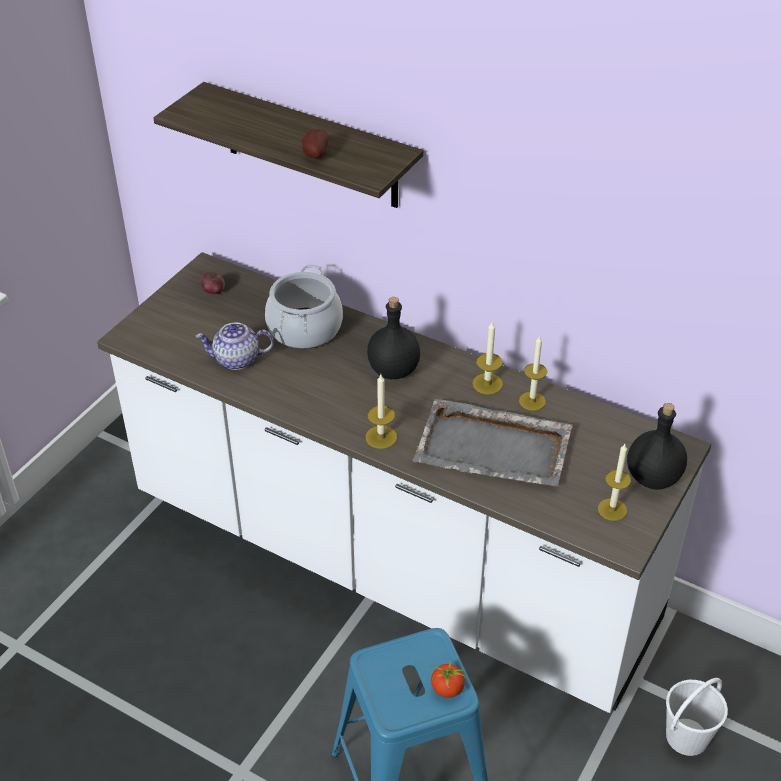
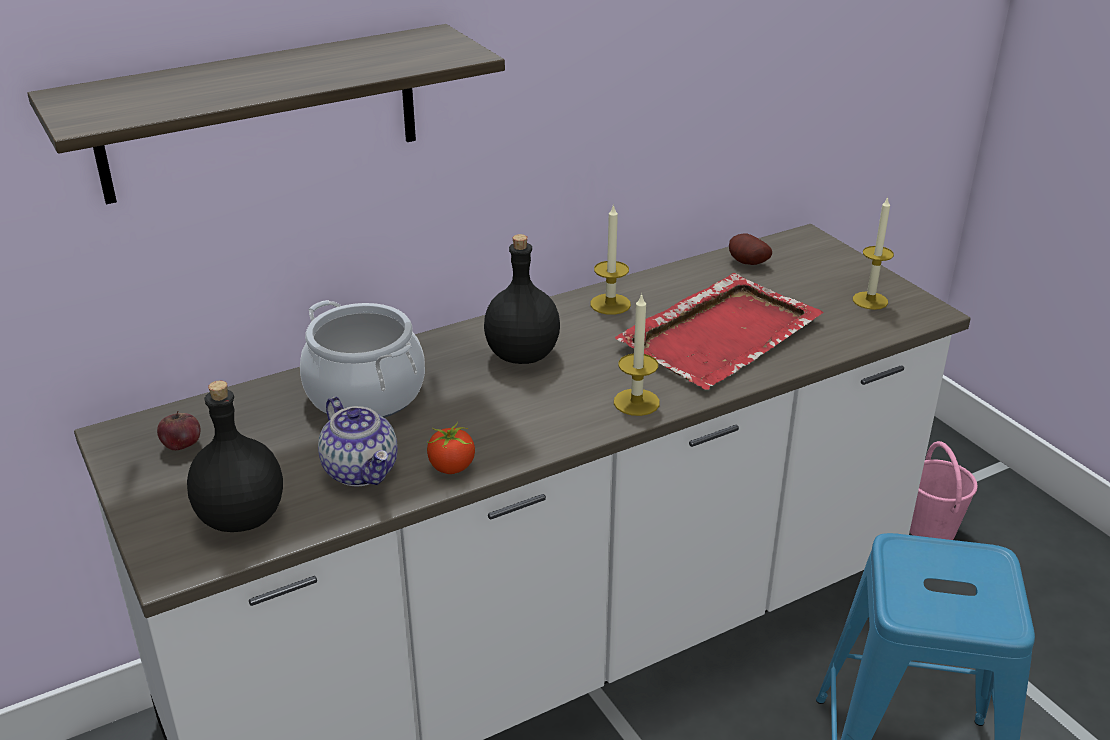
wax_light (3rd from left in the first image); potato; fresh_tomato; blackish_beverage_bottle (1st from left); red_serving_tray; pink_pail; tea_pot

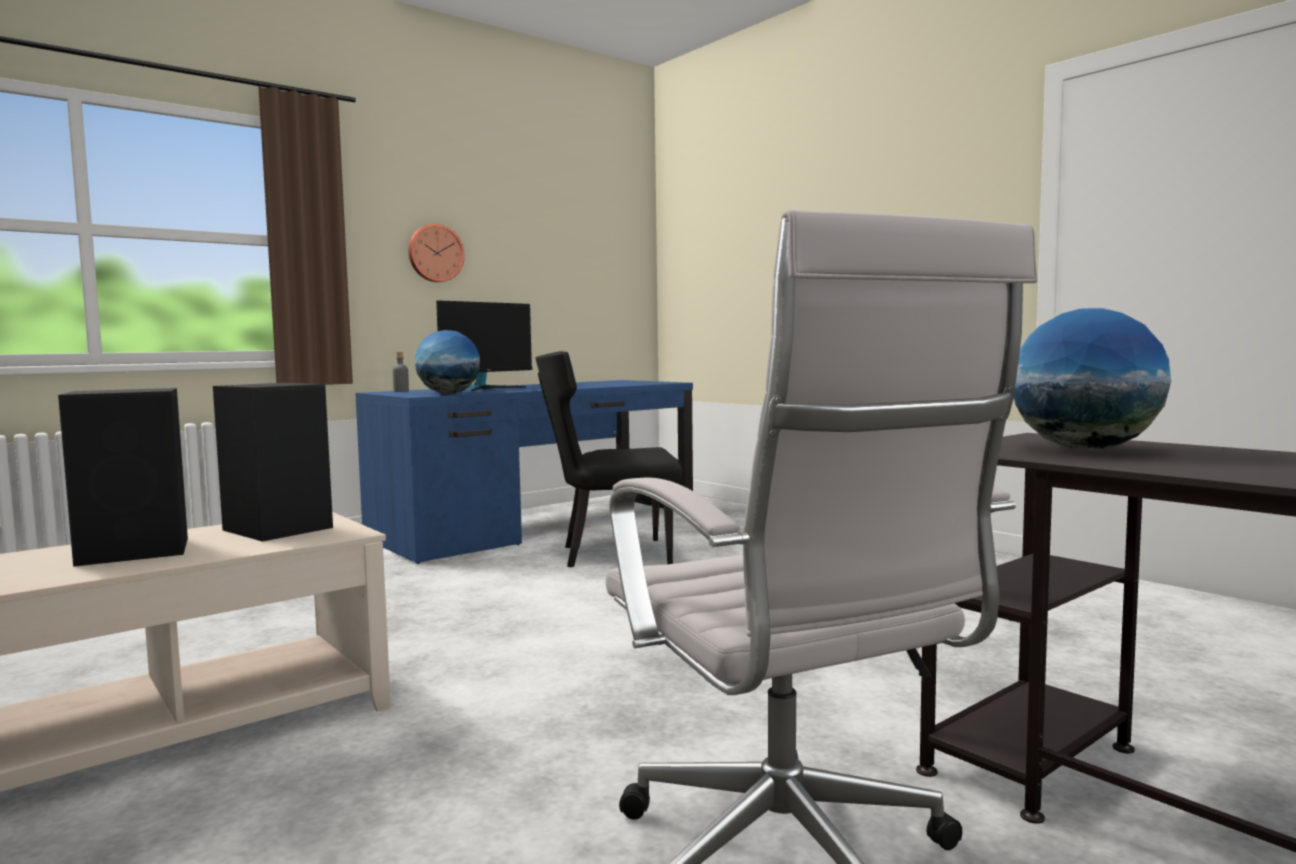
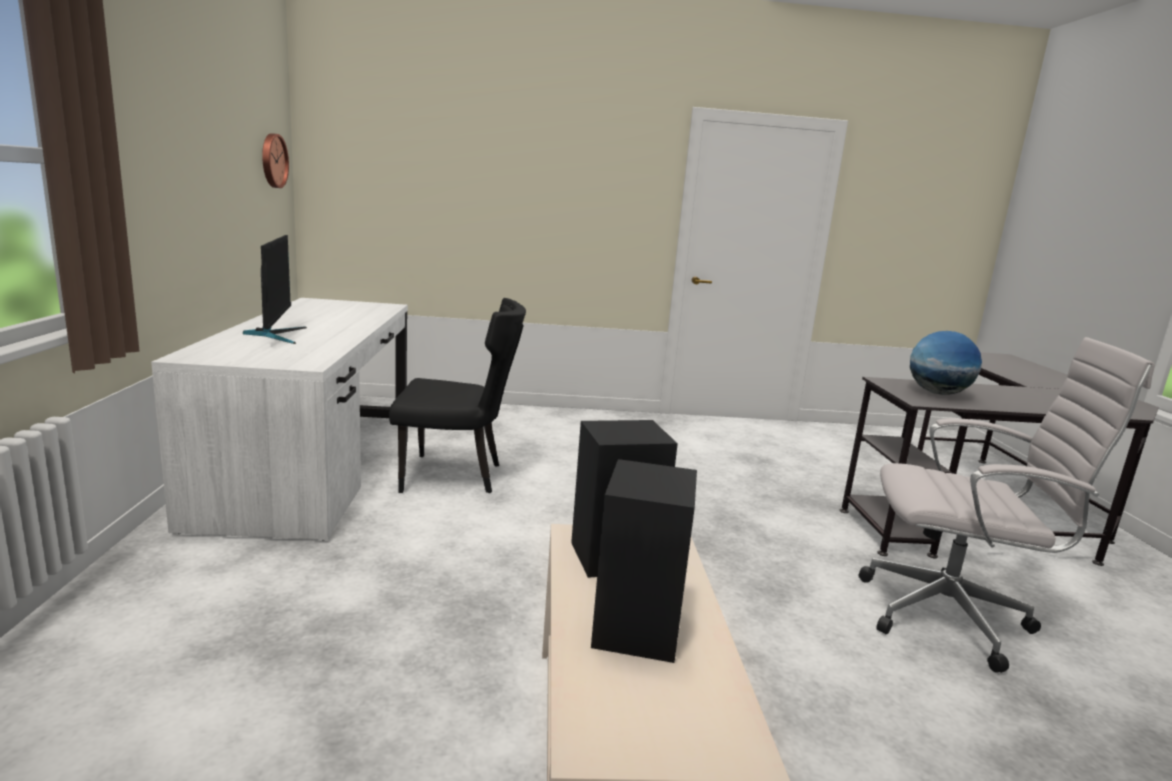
greyish_beverage_bottle; desk_globe (1st from left in the first image); wall_clock; whitish_desk_table; blackish_upright_chair

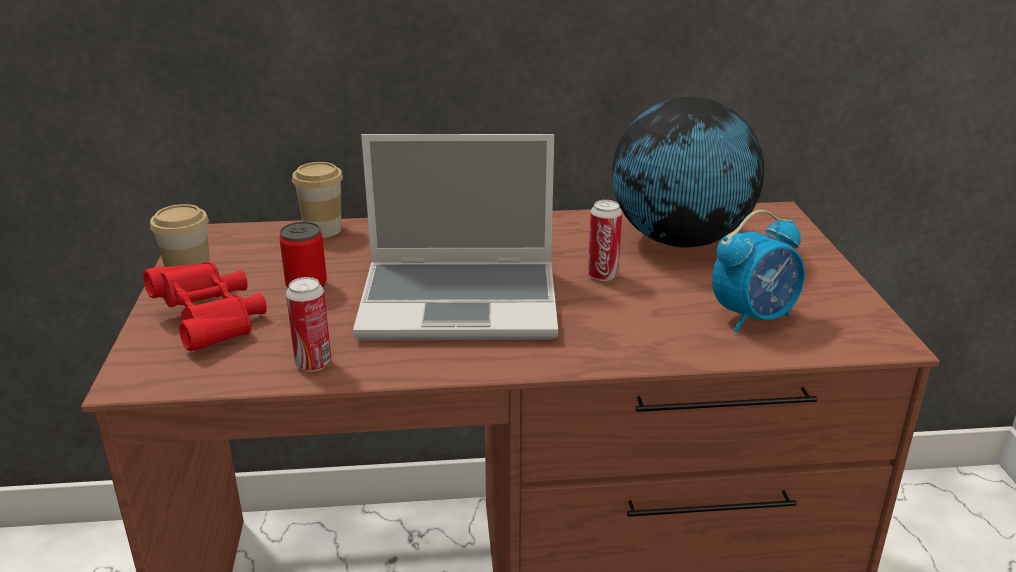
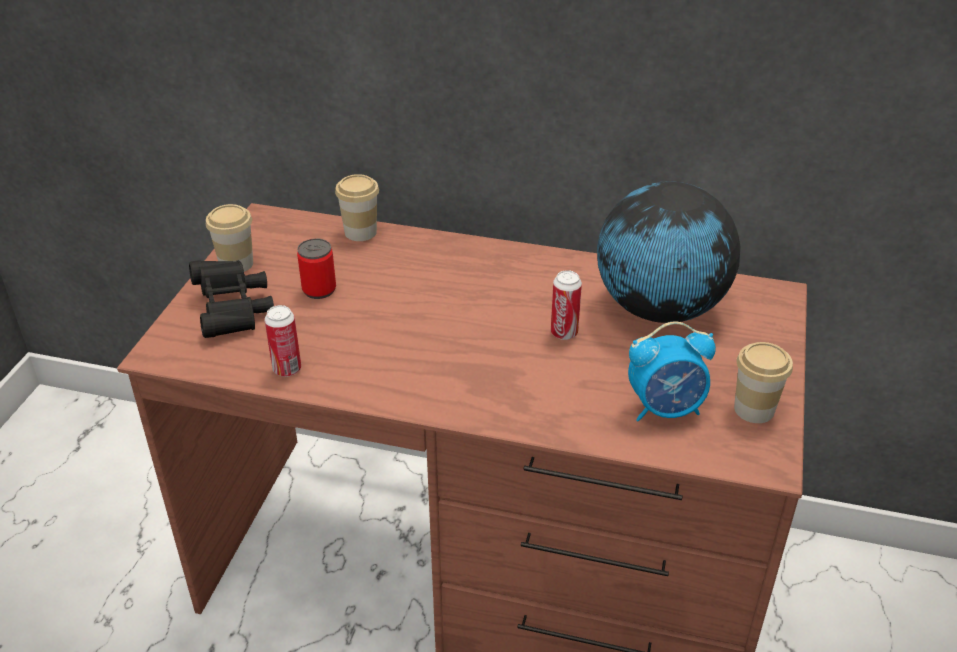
portable_computer; cup (3rd from left); blackish_field_glasses

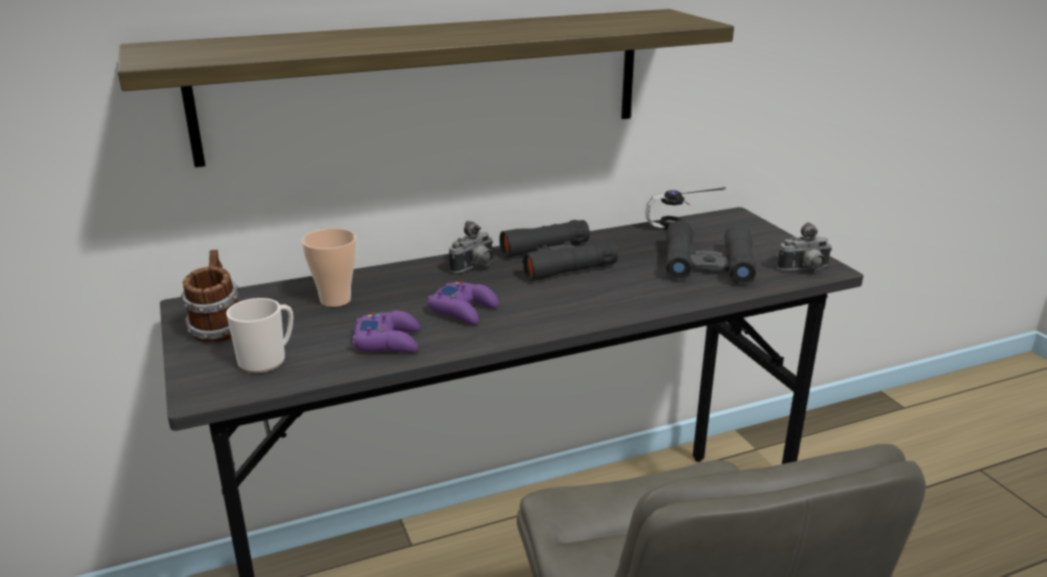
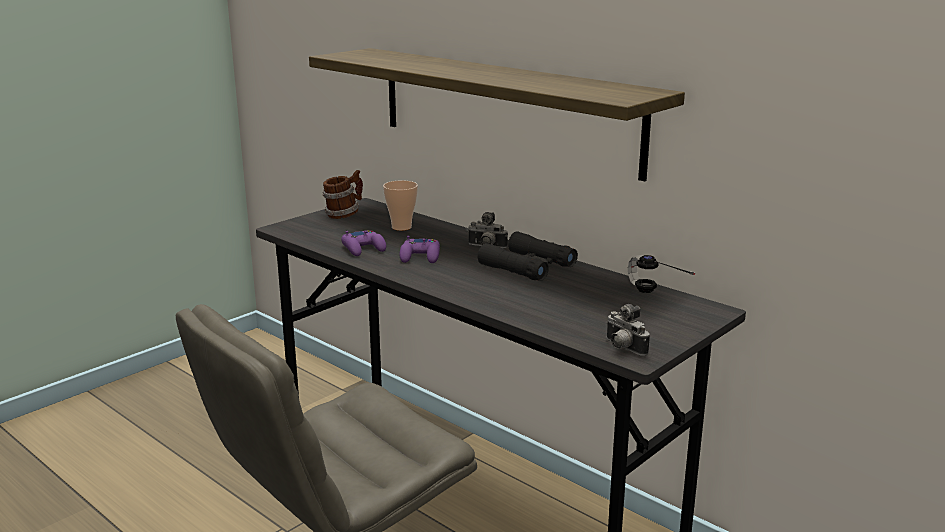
mug (2nd from left in the first image); blackish_field_glasses (2nd from left in the first image)

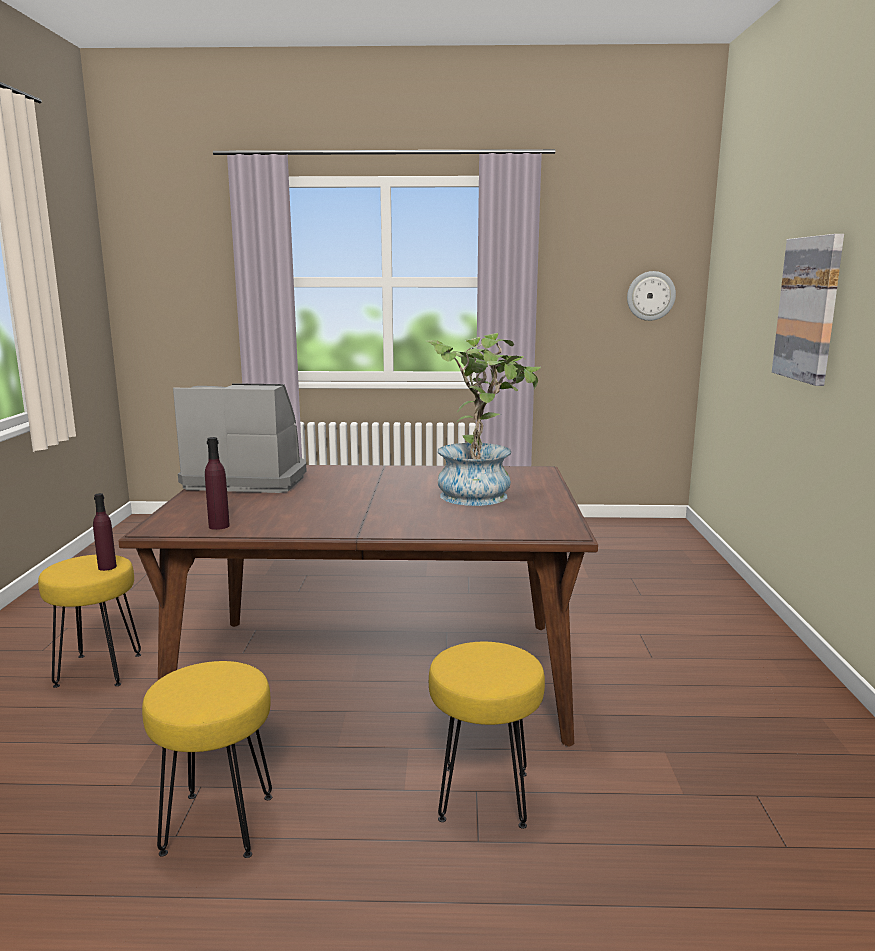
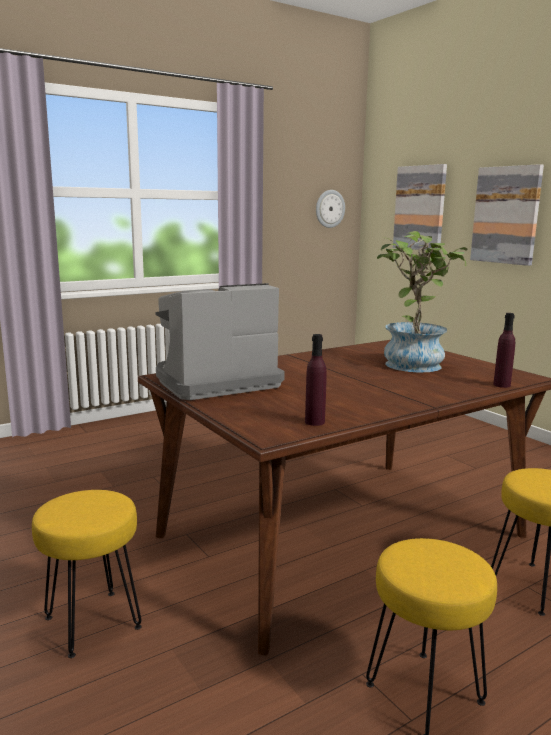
picture (1st from left); purplish_beverage_bottle (2nd from left)

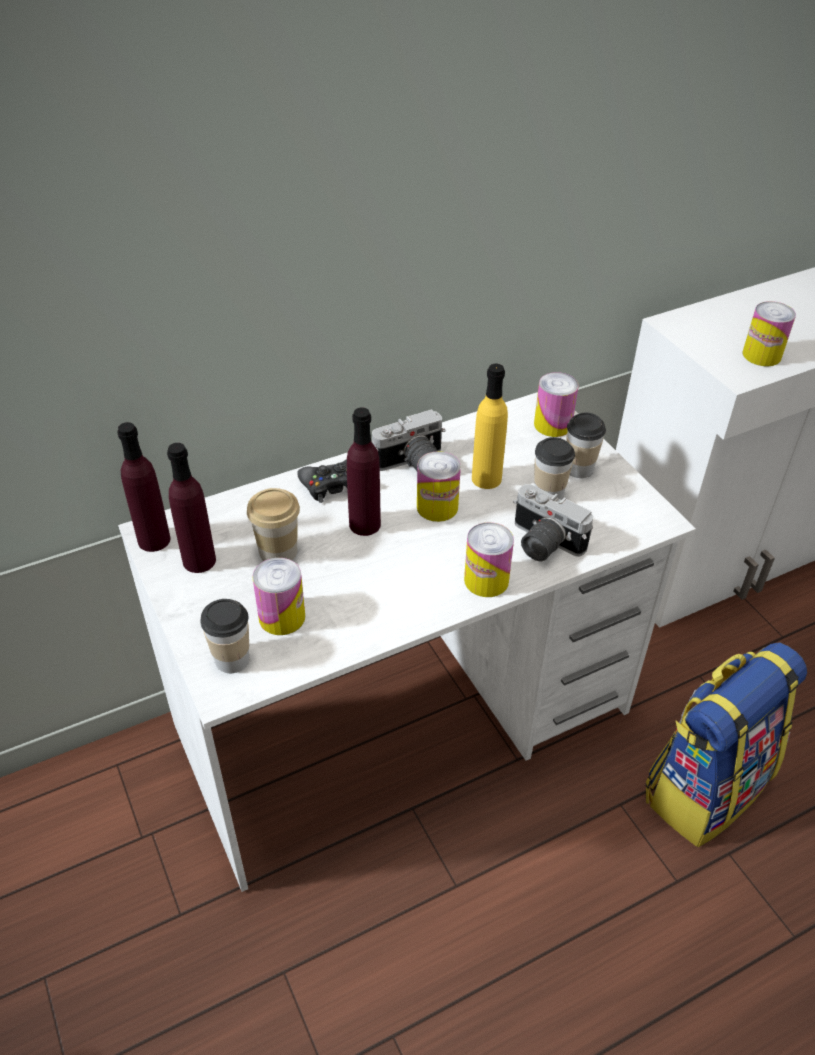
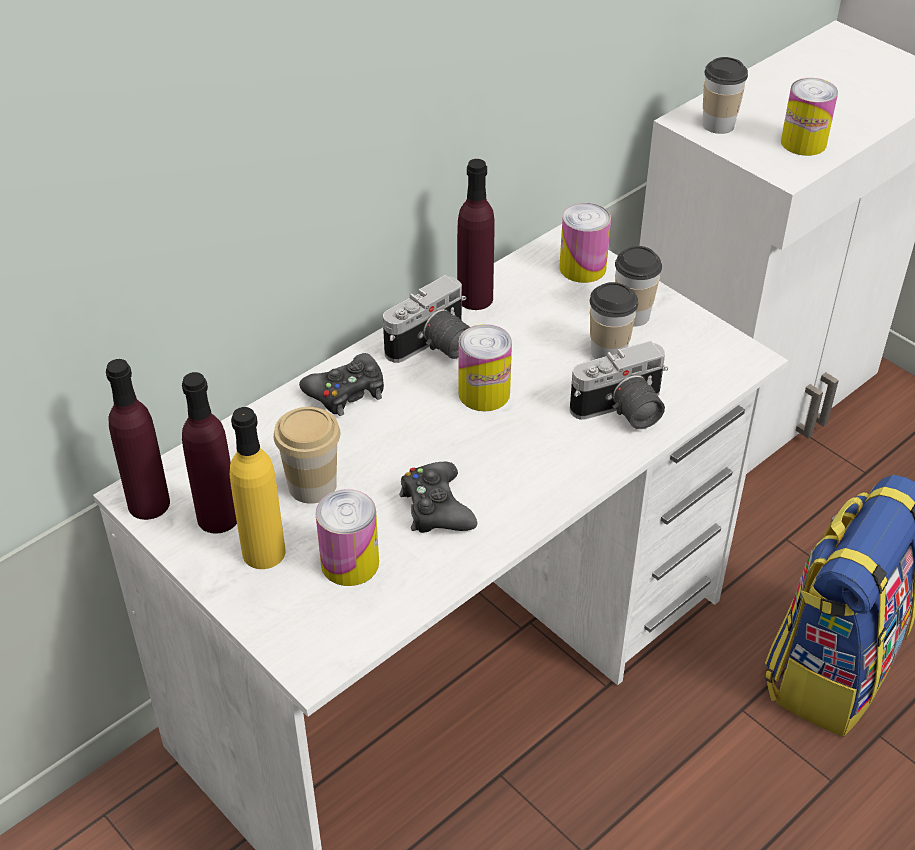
sealed_can (3rd from left in the first image); blackish_game_controller (2nd from left); cup (4th from left); purplish_beverage_bottle (3rd from left); yellow_beverage_bottle; still_camera (2nd from left)

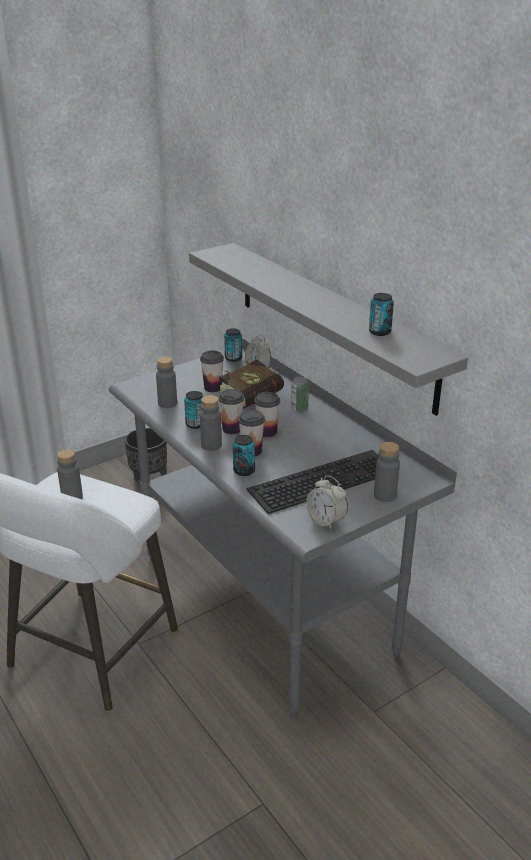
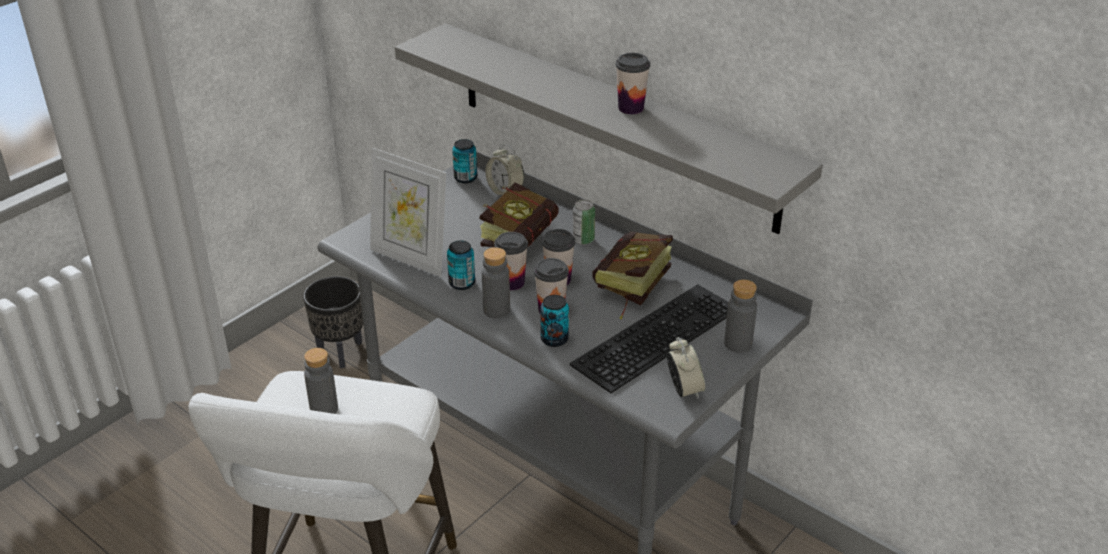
sealed_can (5th from left in the first image); volume (2nd from left); cup (4th from left); standing_frame; table_clock (2nd from left)

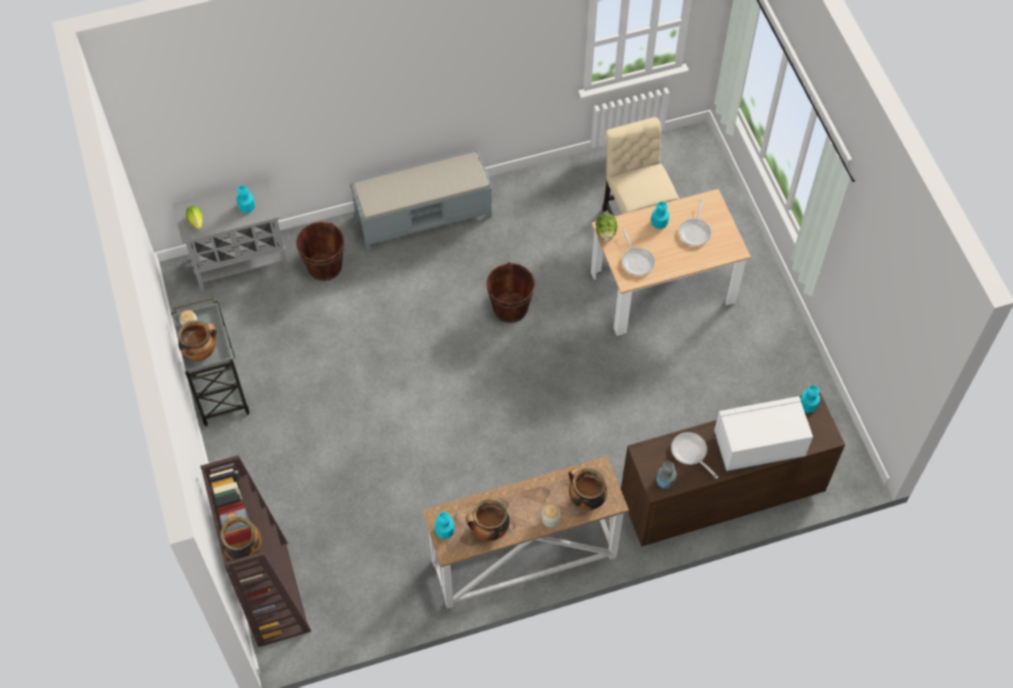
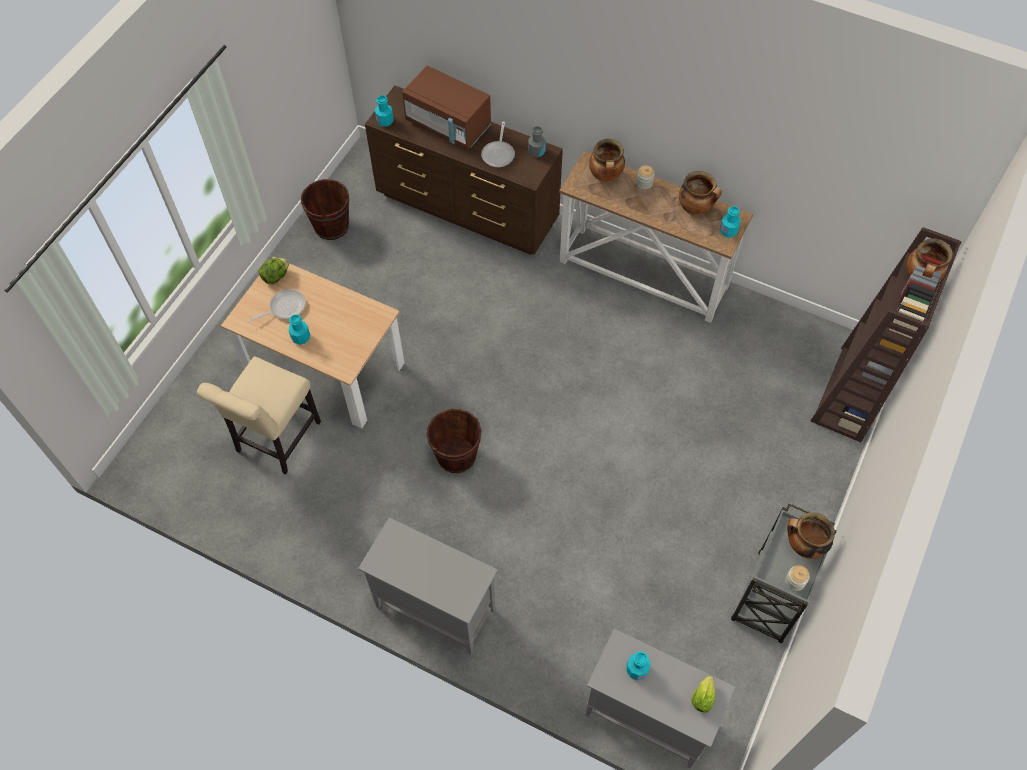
pan (1st from left in the first image); brown_pail (1st from left); lettuce (1st from left); greyish_cabinet (1st from left); brown_kitchen_microwave

